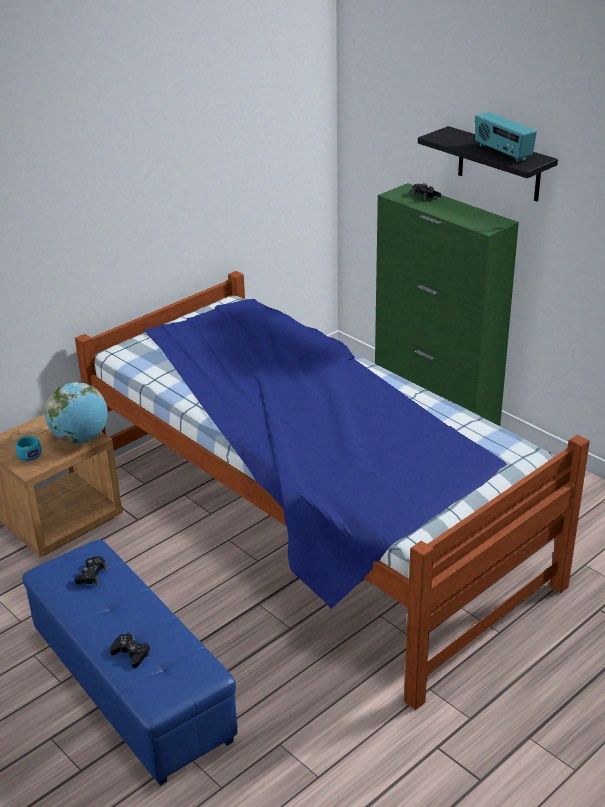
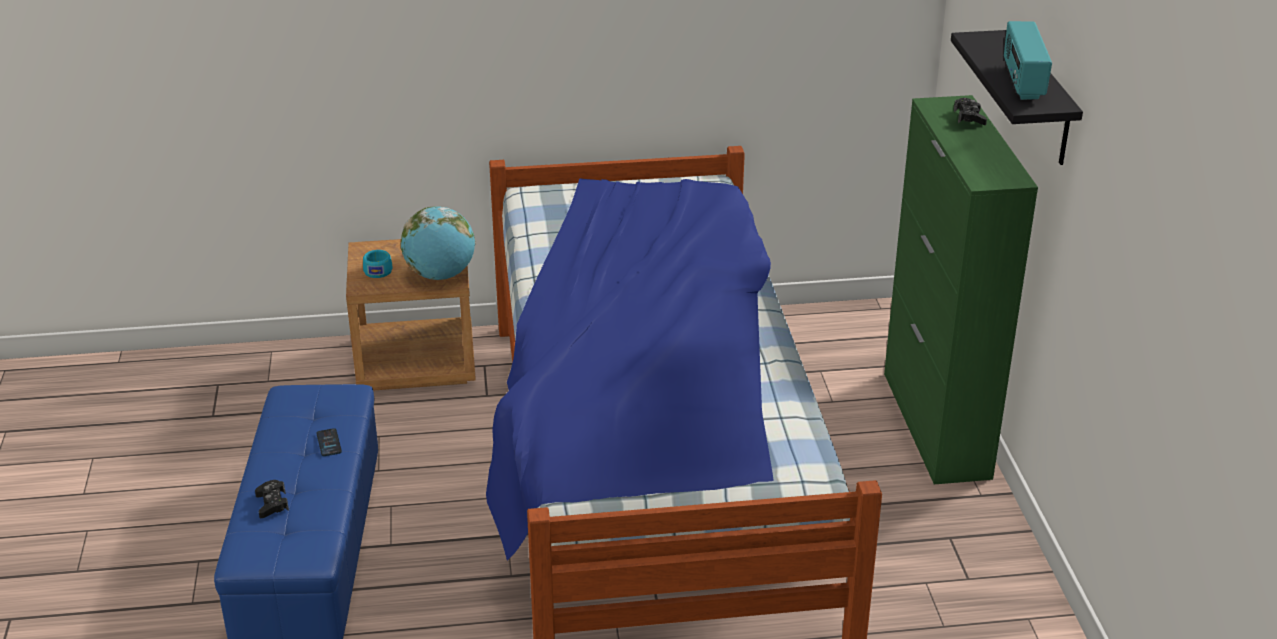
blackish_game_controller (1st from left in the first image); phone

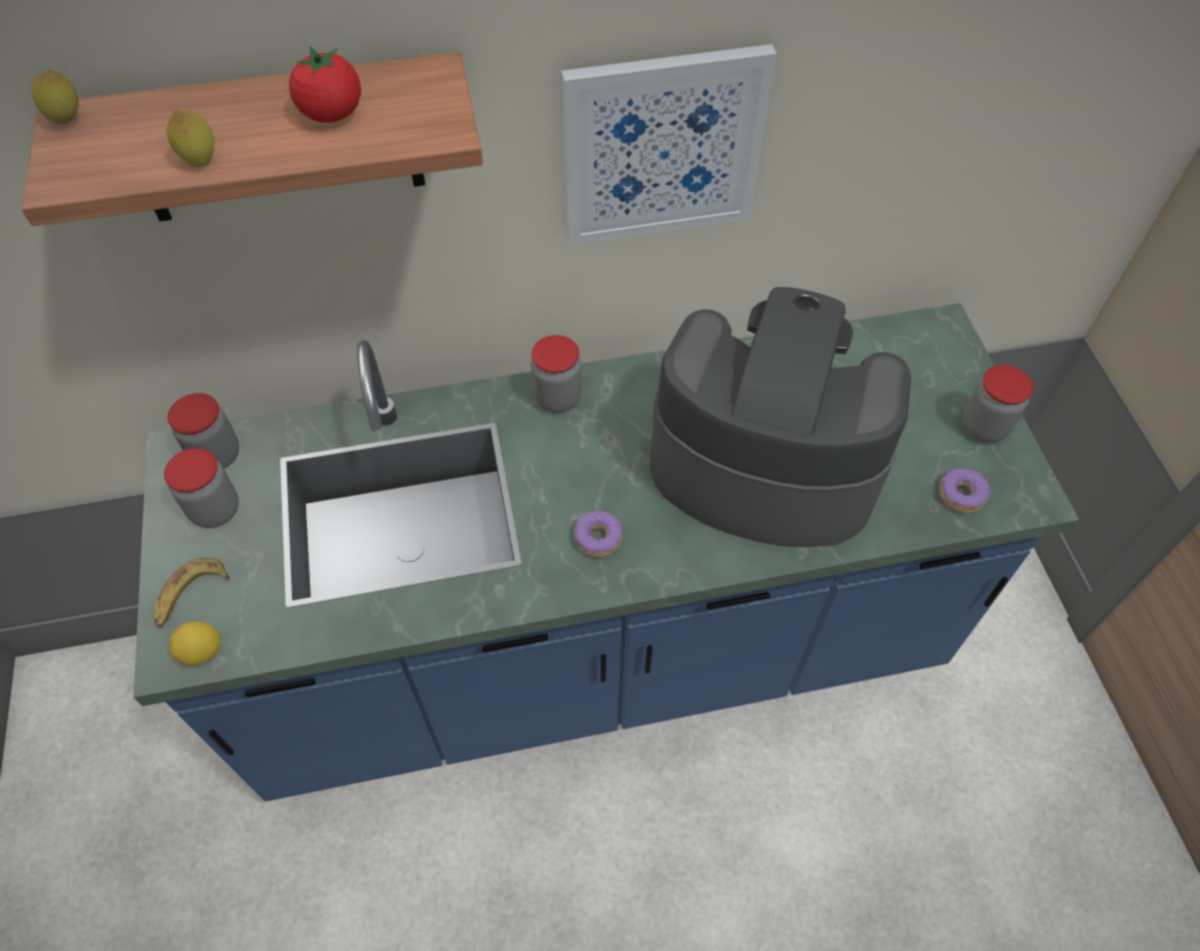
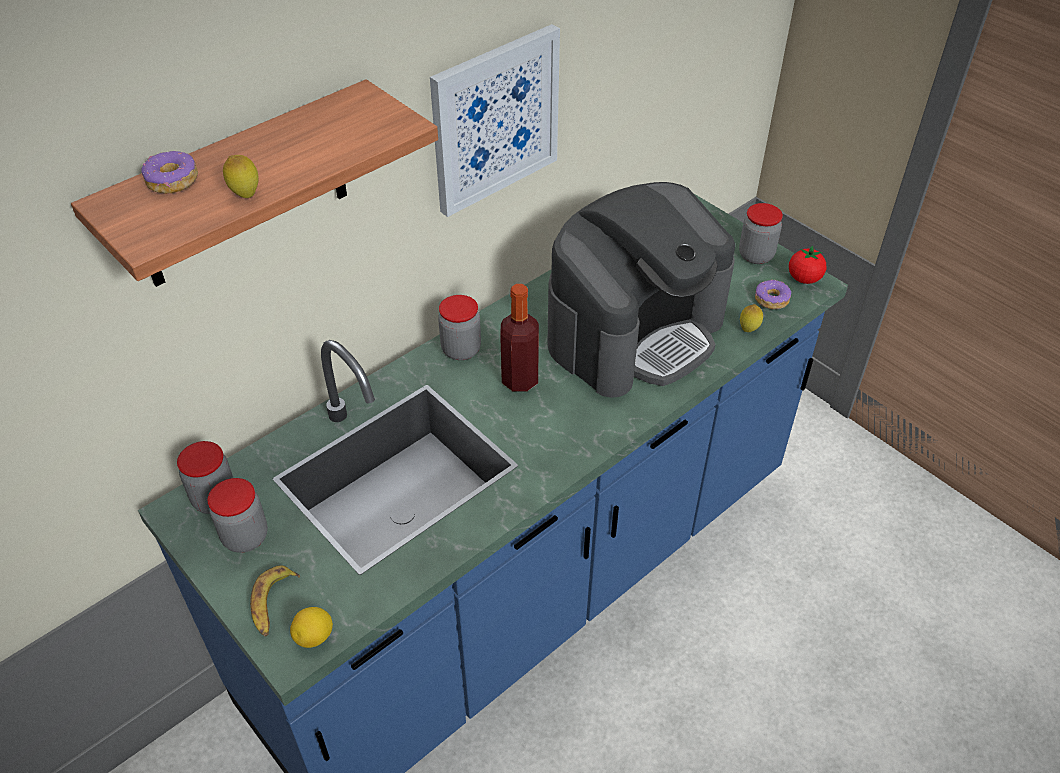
beverage_bottle; citrus_fruit (3rd from left); fresh_tomato; doughnut (1st from left); coffee_brewer

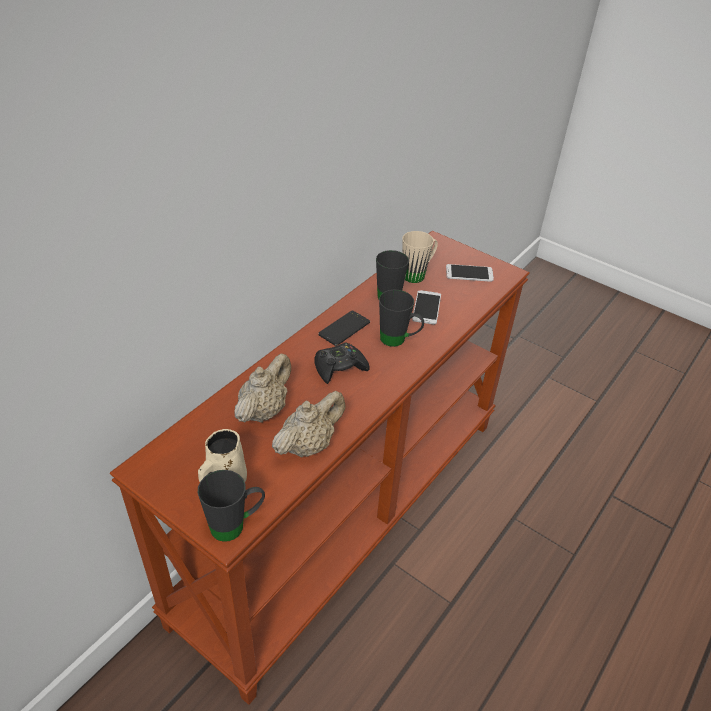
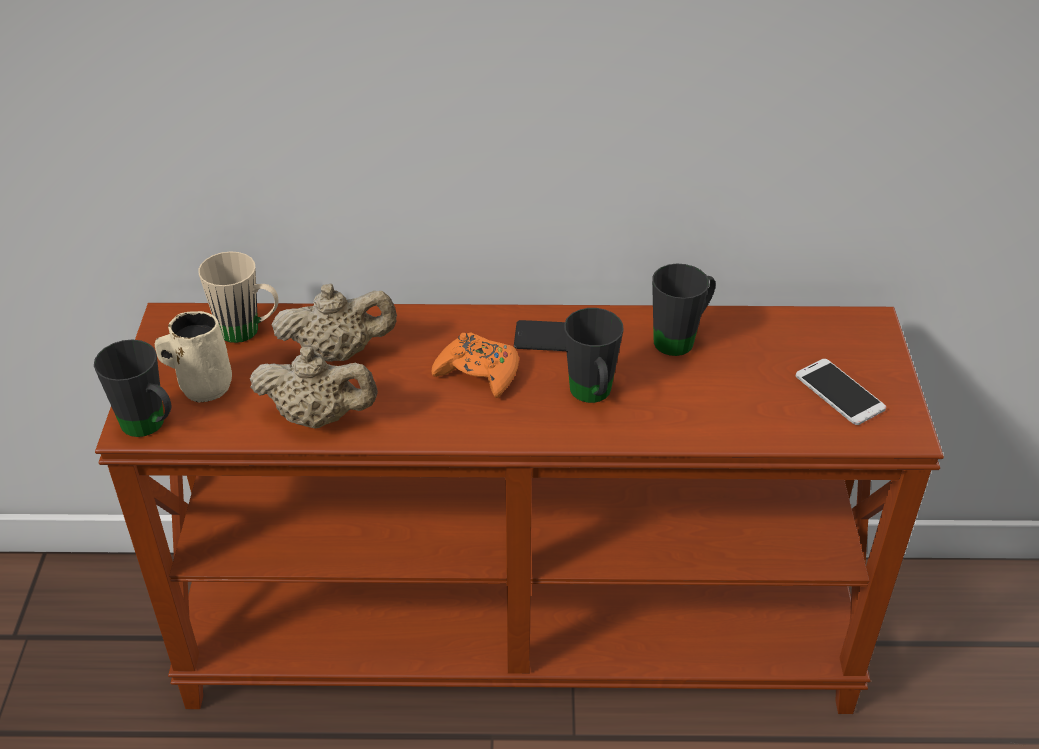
phone (2nd from left in the first image); sand-coloured_mug (2nd from left); orange-coloured_game_controller

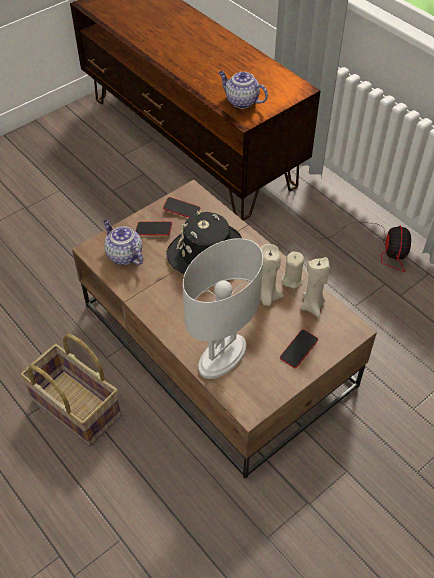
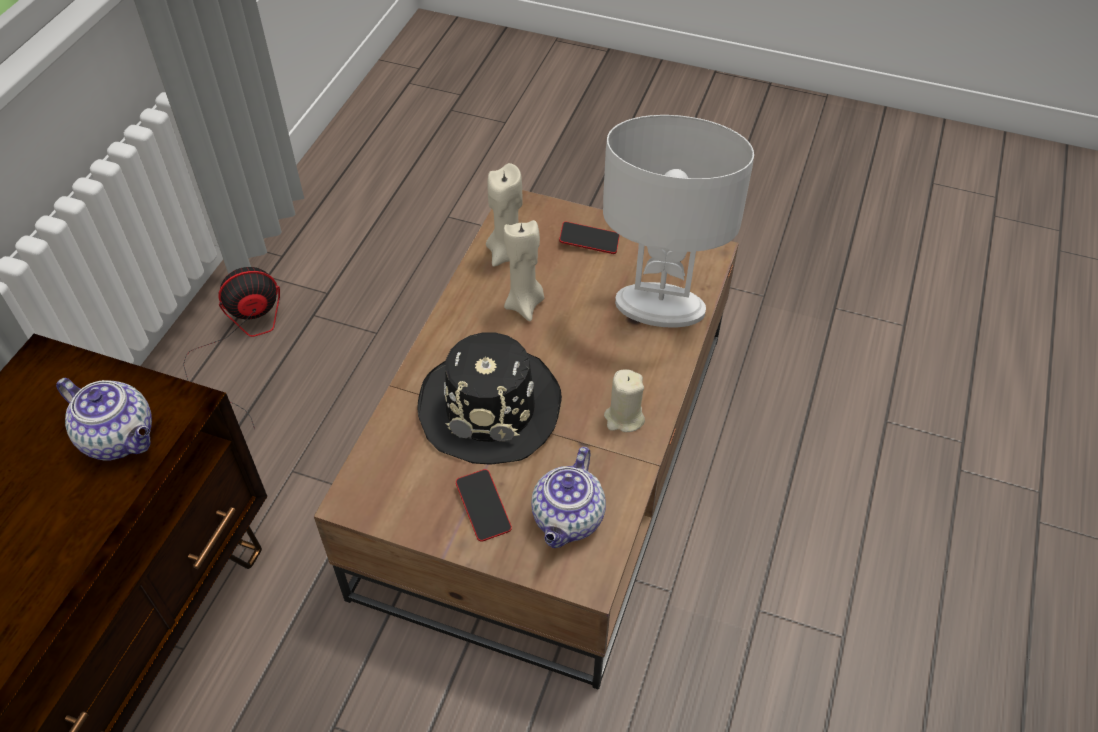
basket; phone (2nd from left in the first image); sand-coloured_wax_light (3rd from left); tea_pot (1st from left)

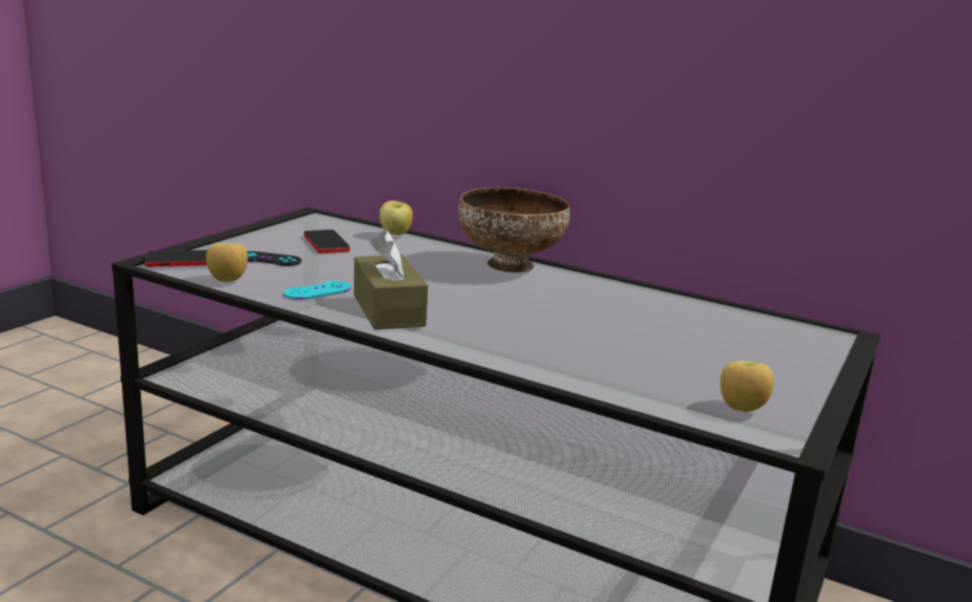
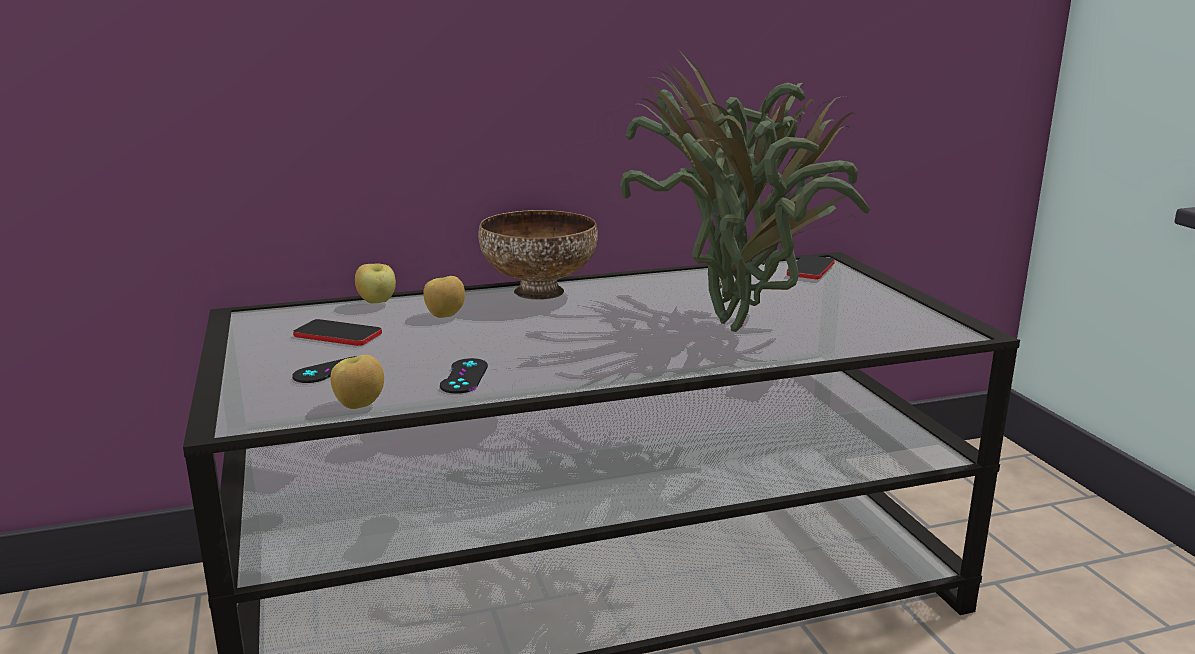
brown_tissue_box; houseplant; phone (2nd from left); whole_apple (3rd from left); blackish_game_controller (2nd from left)

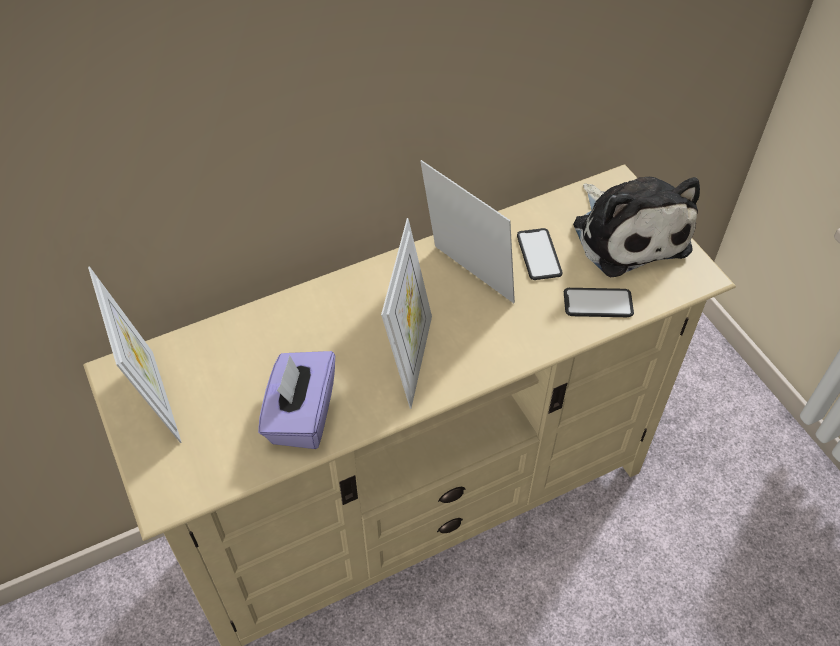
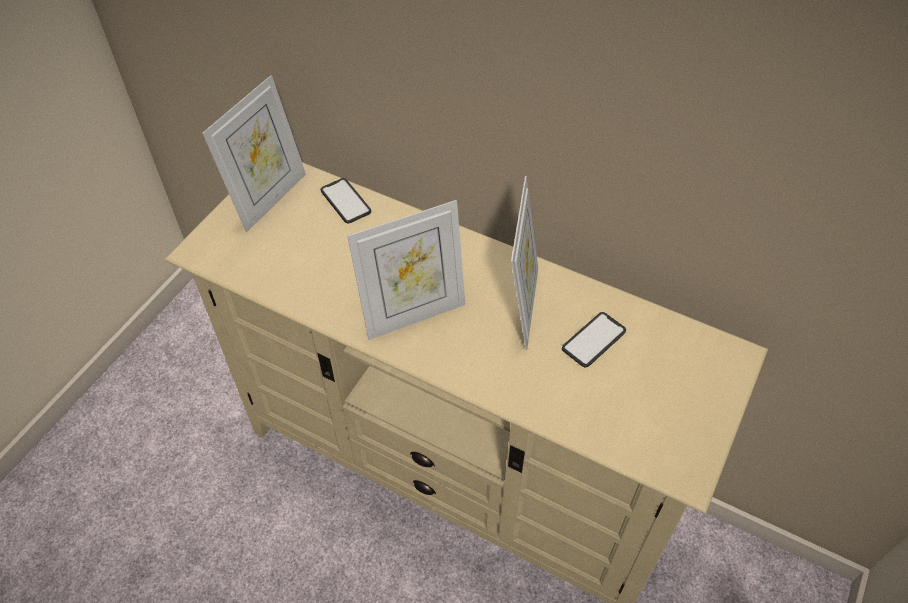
purplish_tissue_box; plush_toy; phone (1st from left)

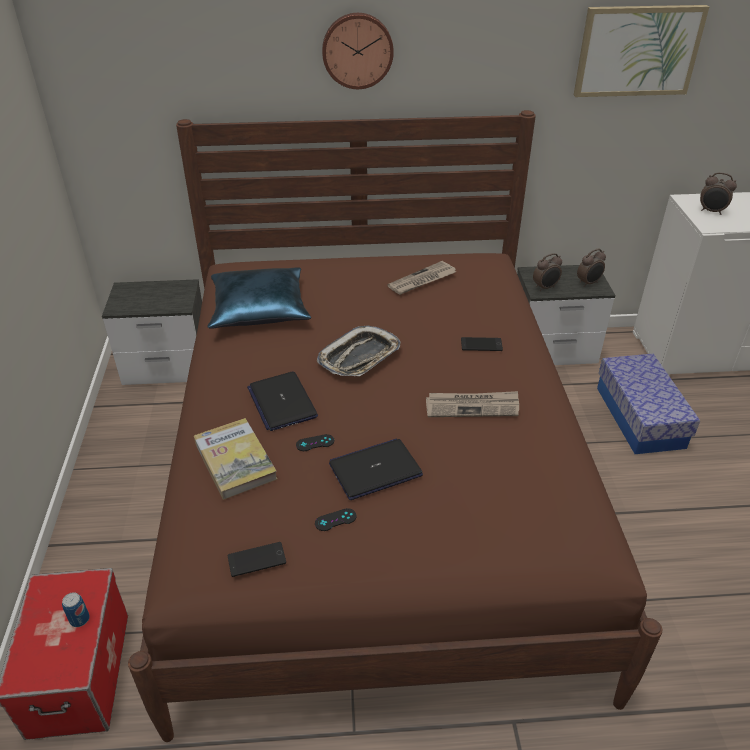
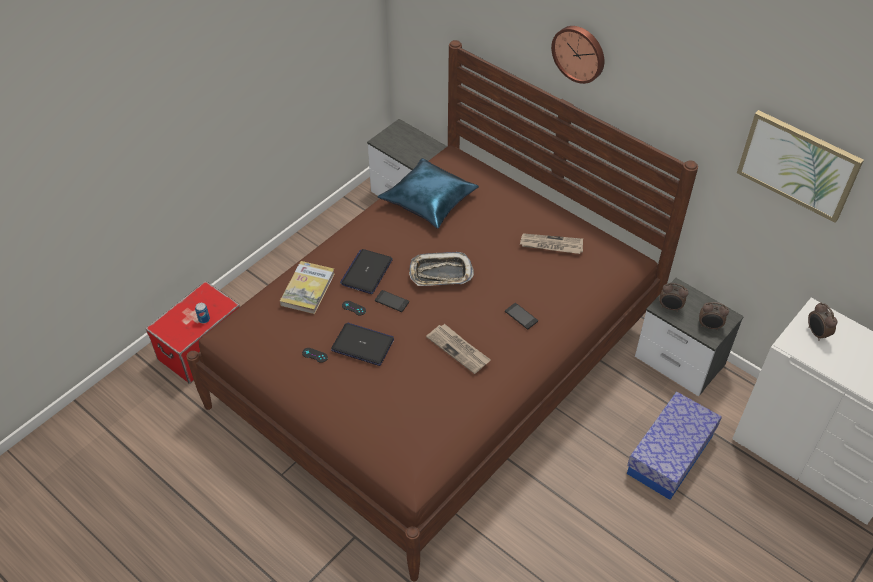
phone (1st from left)

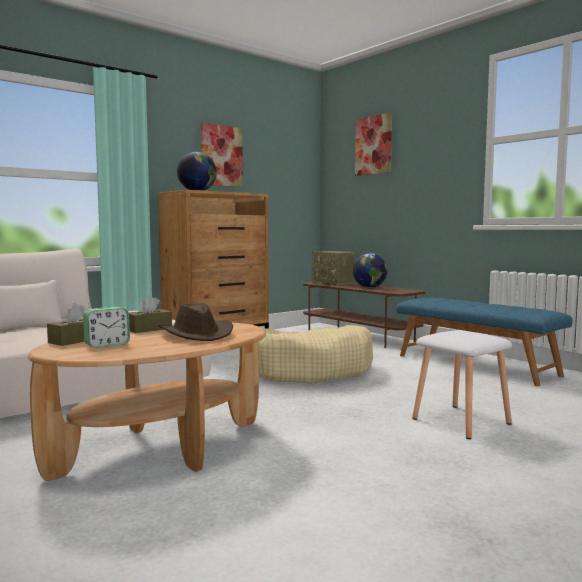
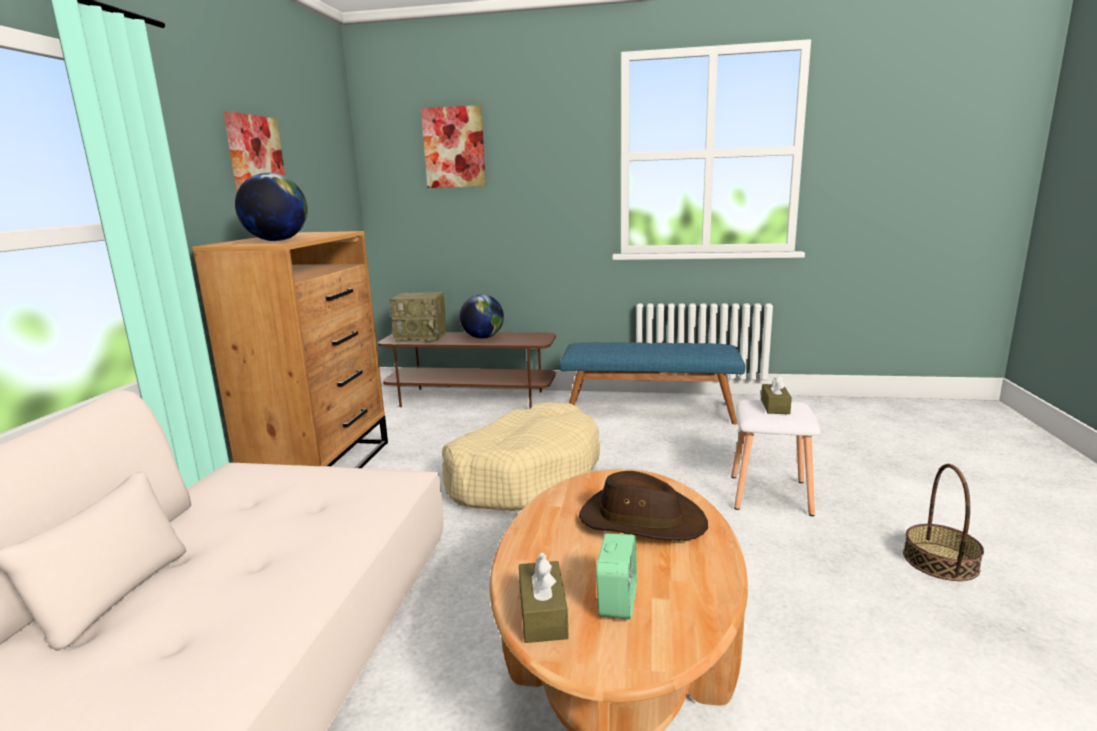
basket; brown_tissue_box (2nd from left)

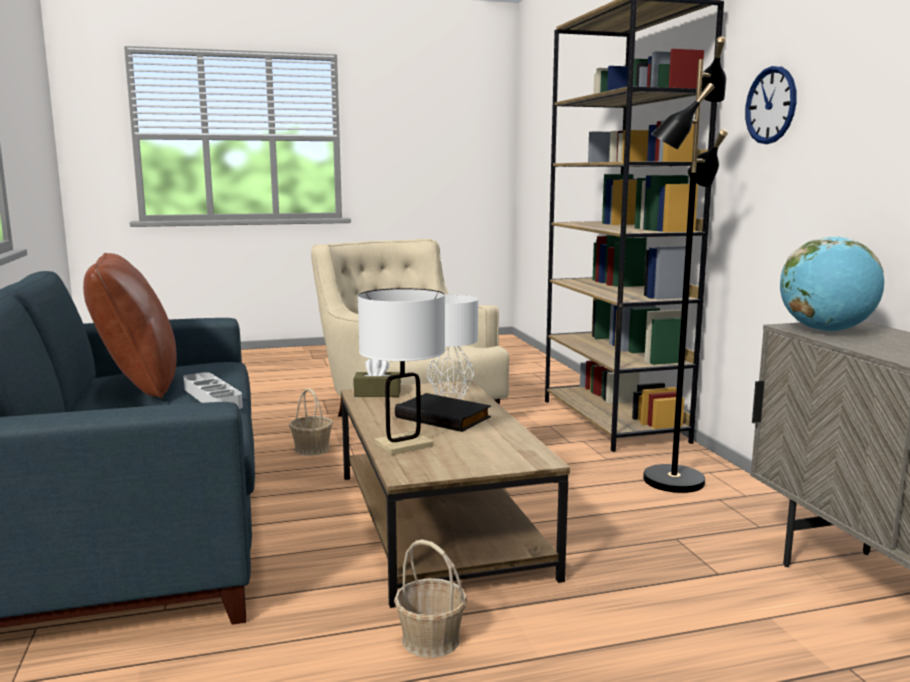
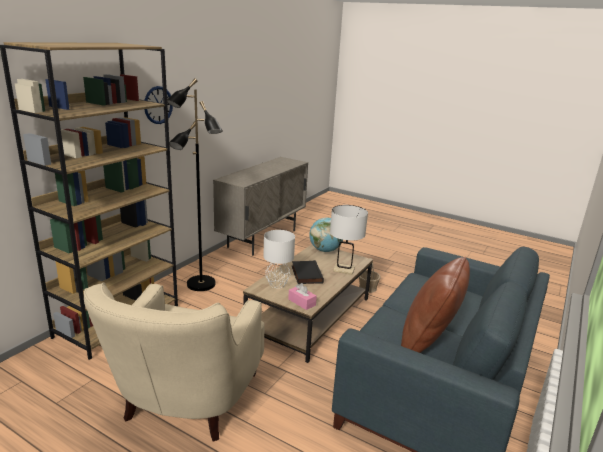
greyish_serving_tray; basket (1st from left in the first image); desk_globe; pink_tissue_box

